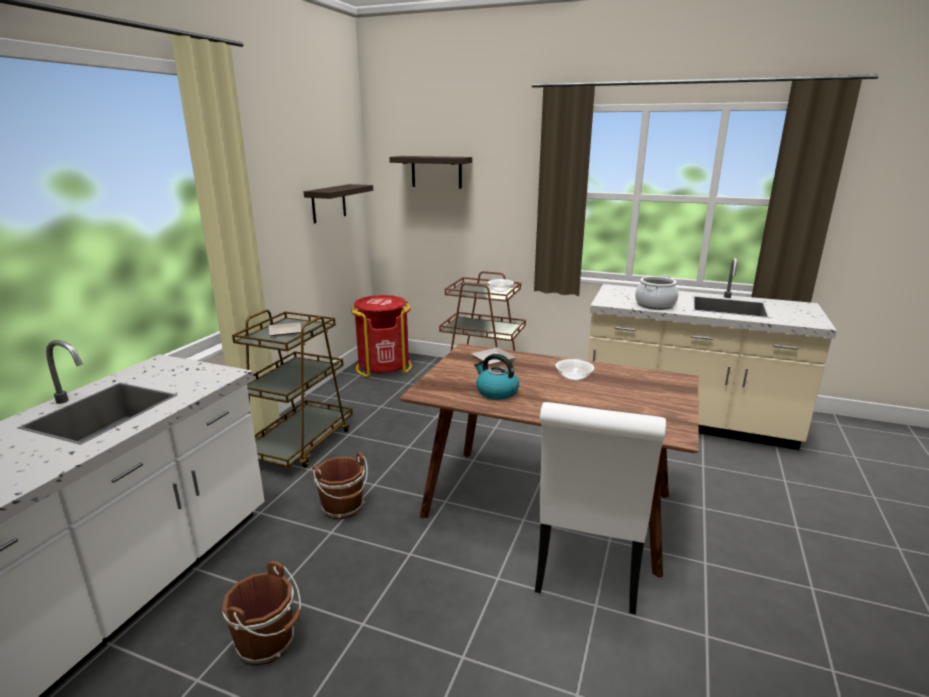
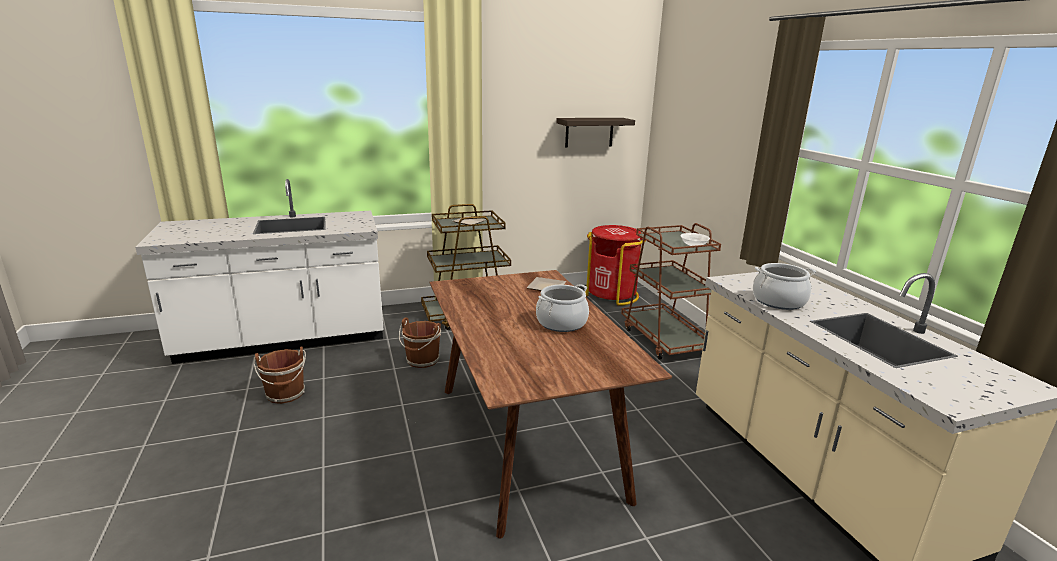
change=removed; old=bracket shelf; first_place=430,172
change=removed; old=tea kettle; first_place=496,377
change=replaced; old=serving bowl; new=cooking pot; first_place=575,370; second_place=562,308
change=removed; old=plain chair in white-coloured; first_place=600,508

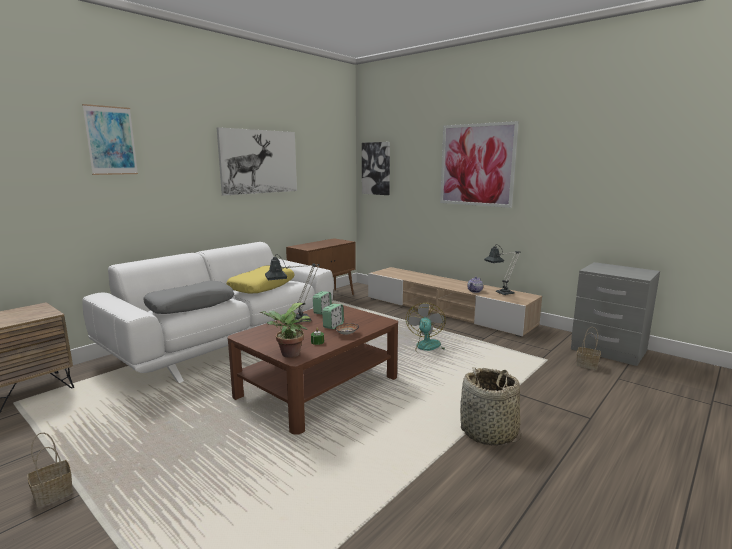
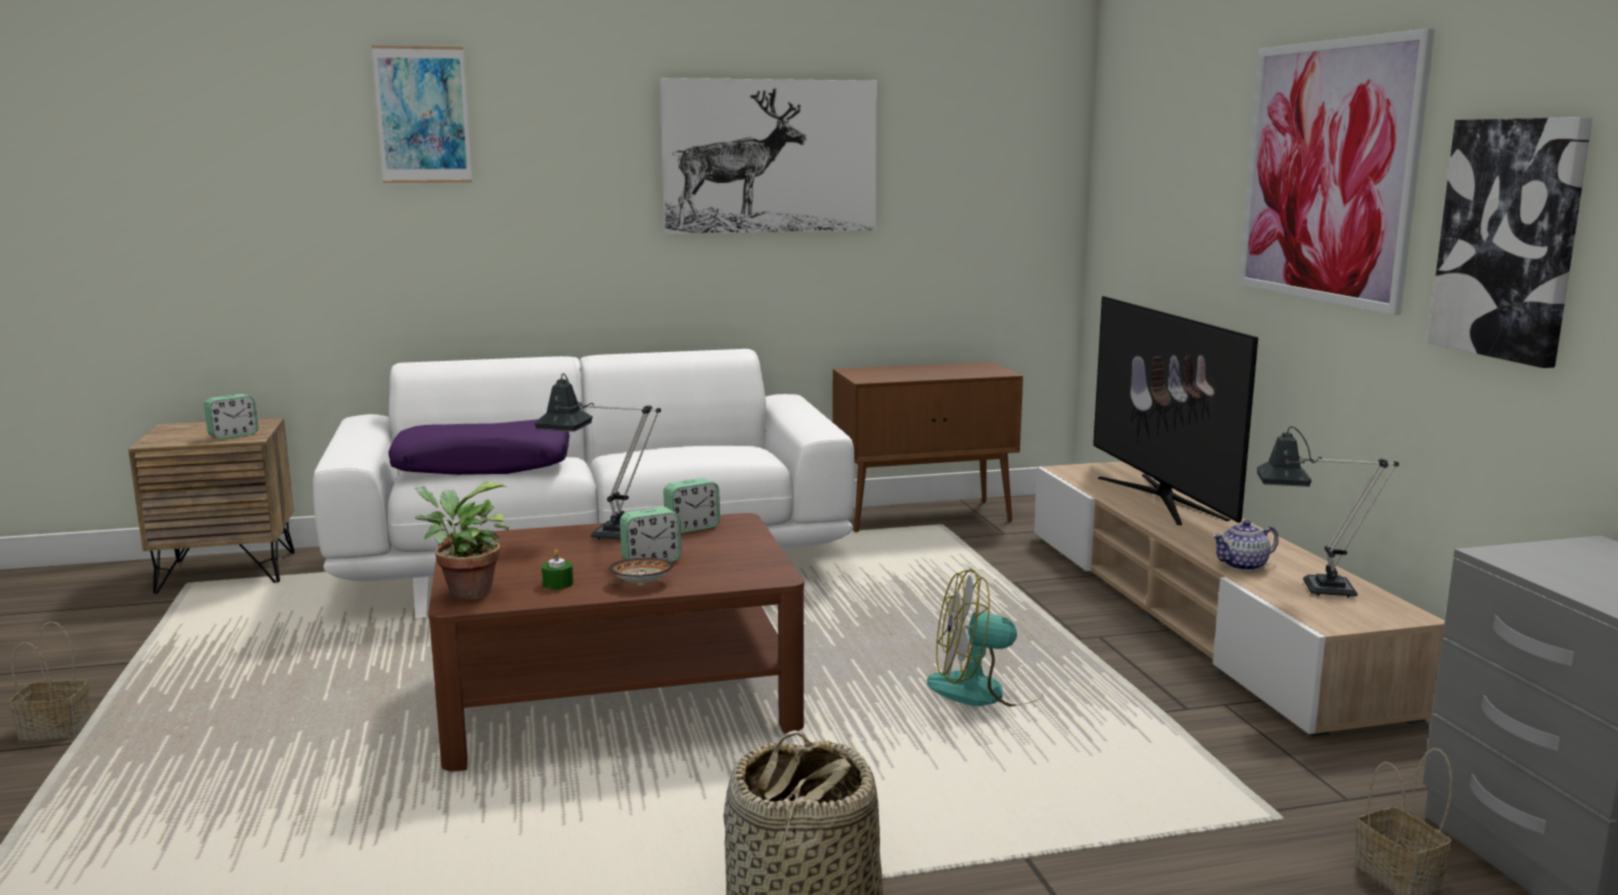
change=moved; old=picture; first_place=376,168; second_place=1510,242
change=removed; old=cushion in yellowish; first_place=260,280
change=recoloured; old=cushion in gray; new=cushion in purple; first_place=188,297; second_place=479,447
change=turned; old=cooling fan; first_place=425,327; second_place=984,638; degrees=-135
change=added; new=TV set; second_place=1175,410
change=added; new=bedside clock; second_place=231,416

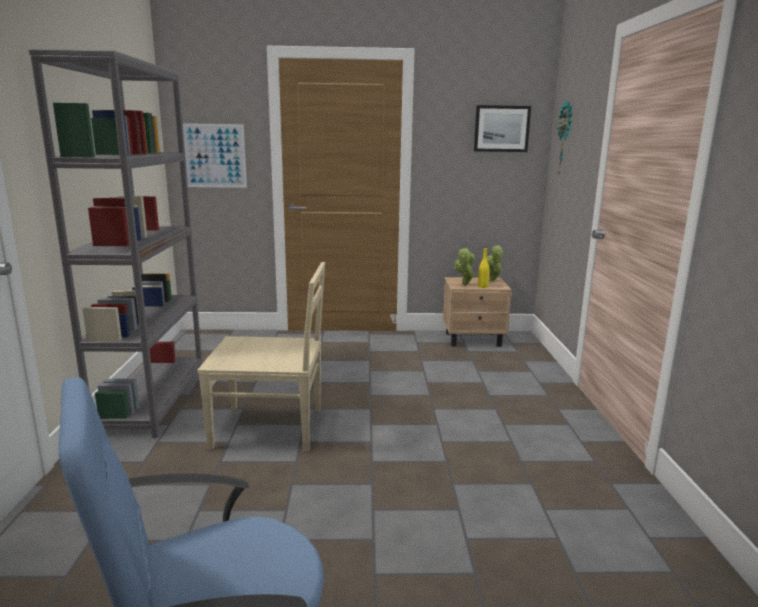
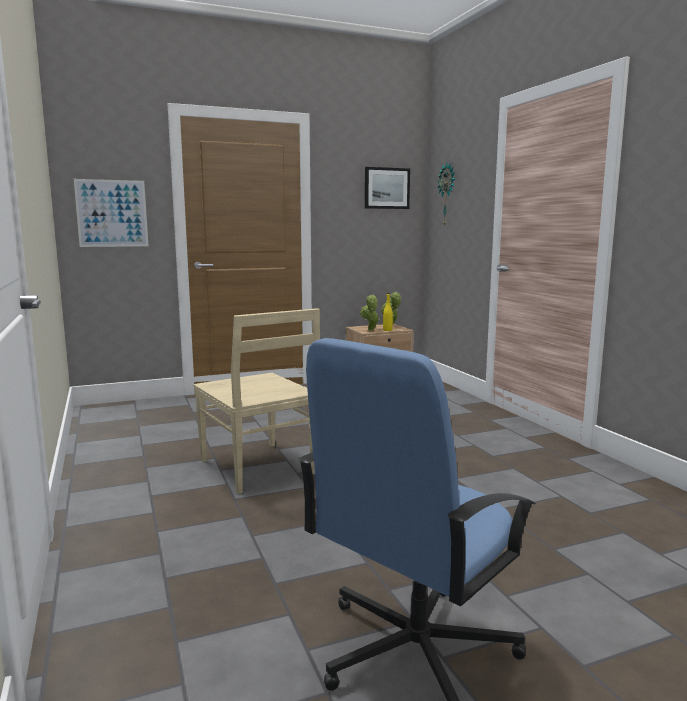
change=removed; old=bookcase in gray; first_place=115,243
change=turned; old=plain chair in beige-coloured; first_place=261,357; second_place=257,401; degrees=75

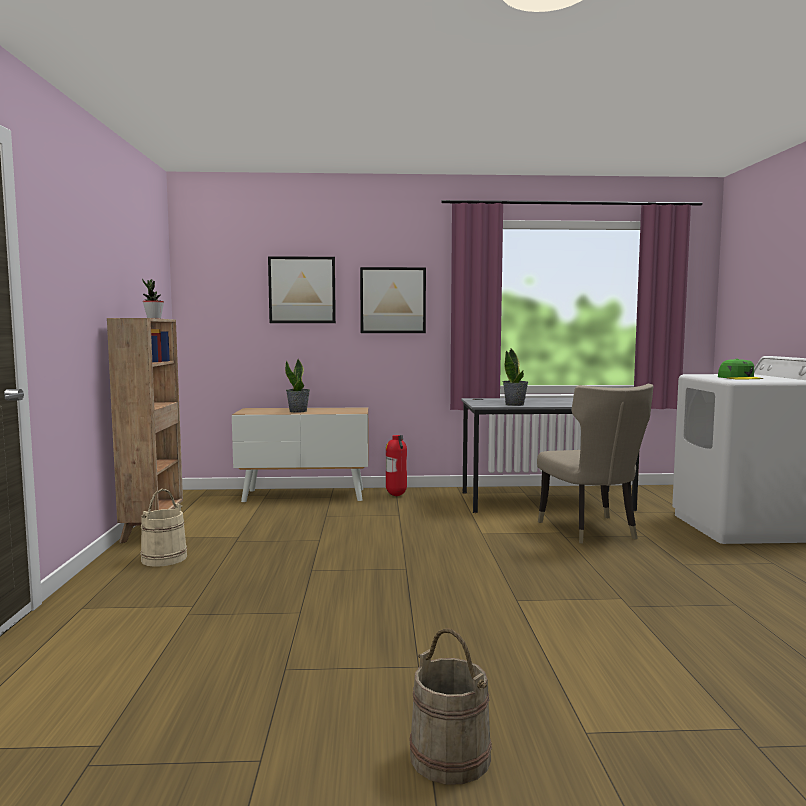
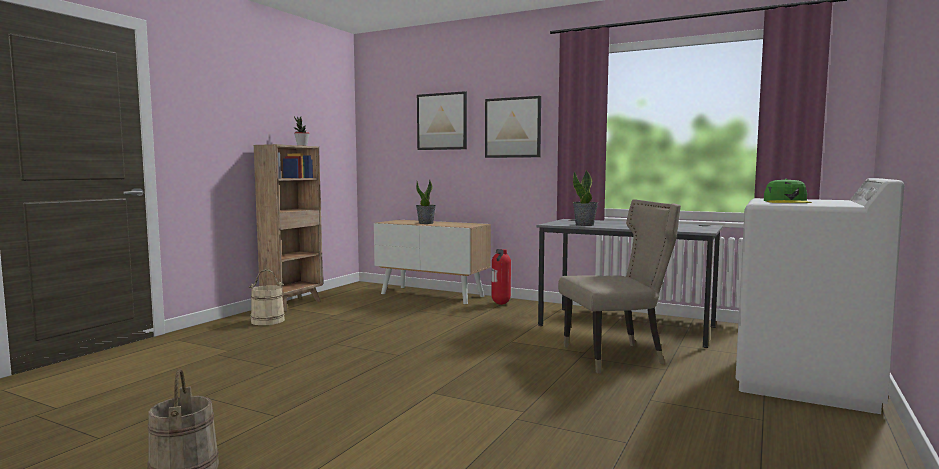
change=turned; old=plain chair in beige-coloured; first_place=595,464; second_place=619,286; degrees=-120

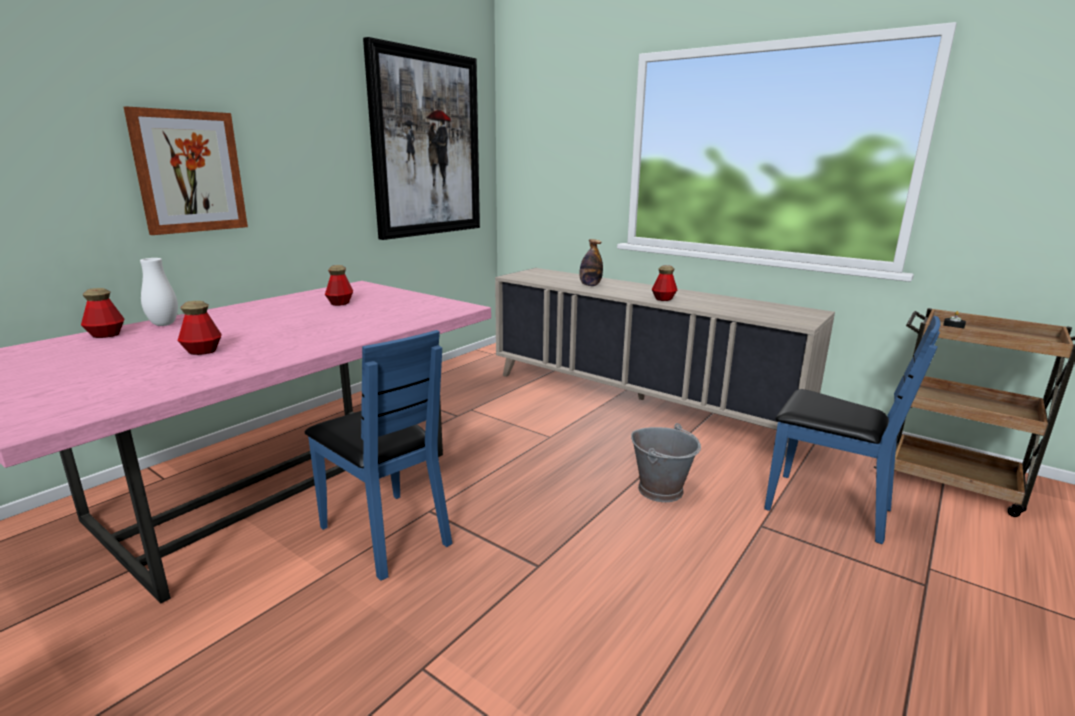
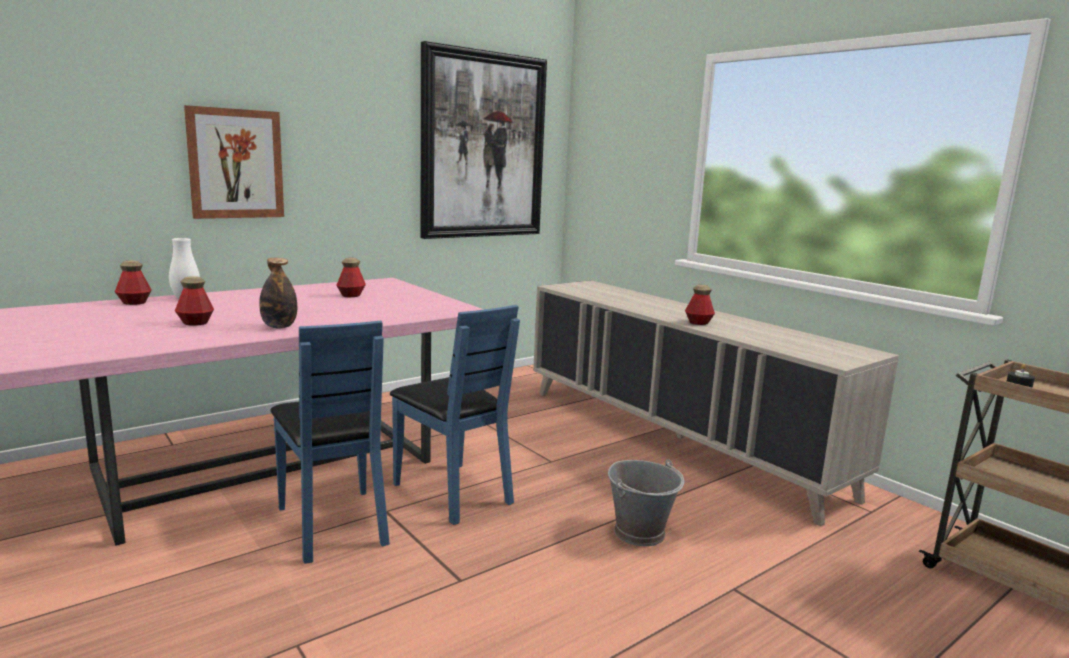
change=moved; old=drink bottle; first_place=591,262; second_place=278,293
change=moved; old=plain chair in bluish; first_place=852,429; second_place=455,415

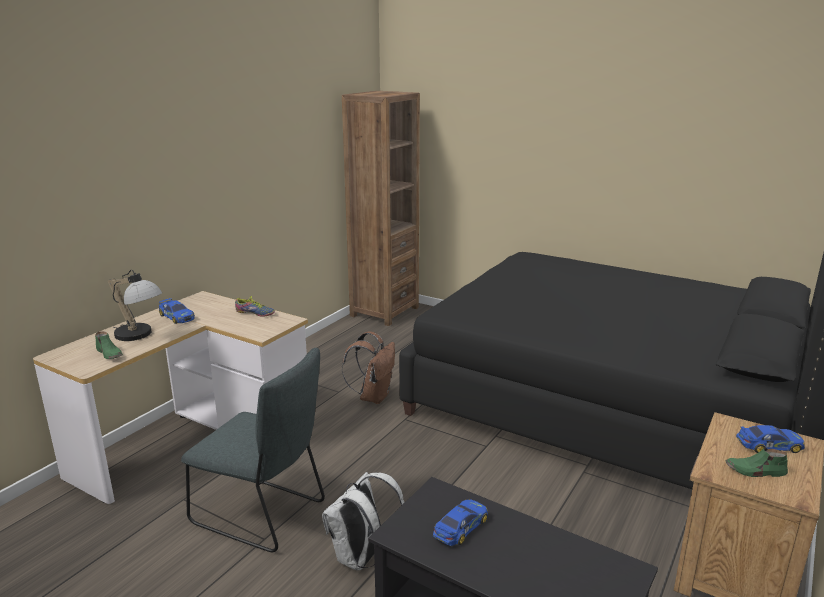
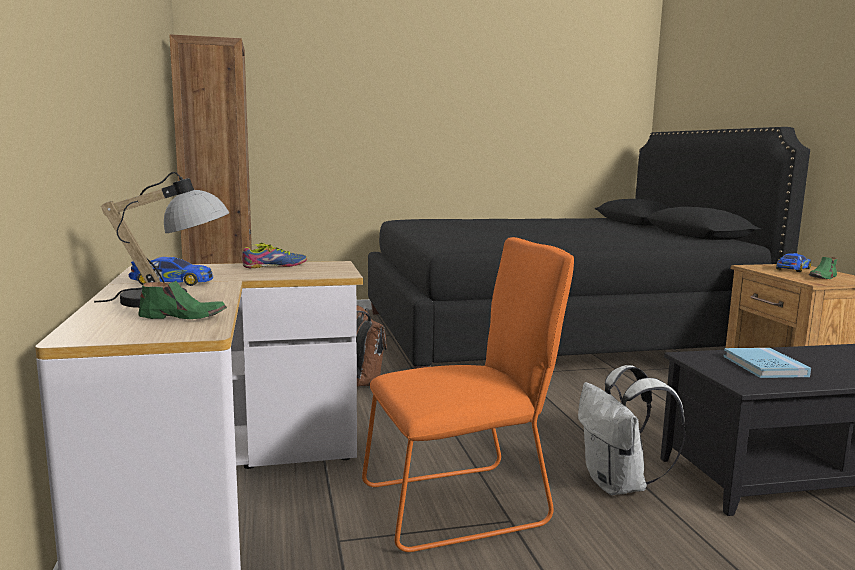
change=recoloured; old=plain chair in gray; new=plain chair in orangey; first_place=253,450; second_place=468,394
change=replaced; old=model car; new=book in bluish; first_place=460,522; second_place=767,363

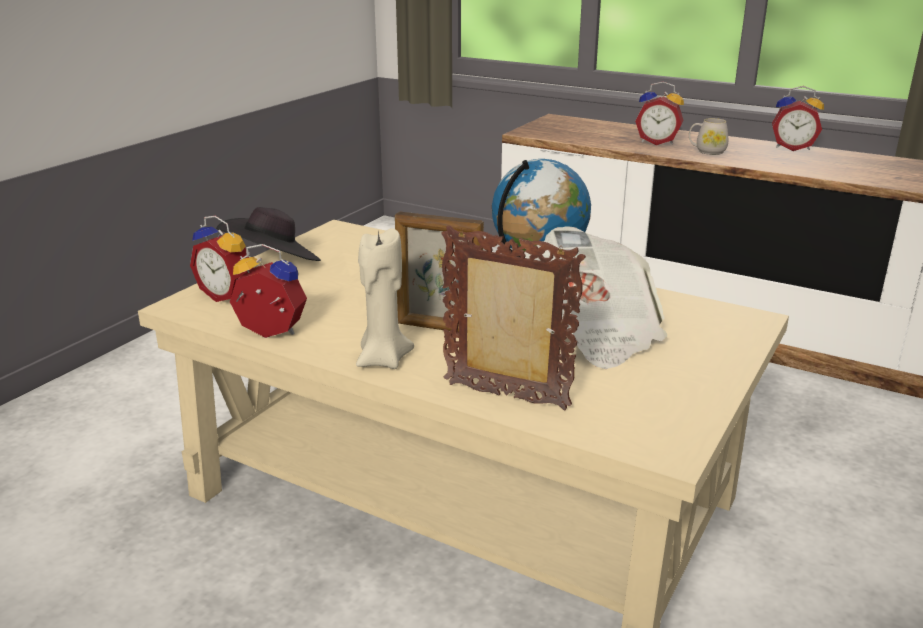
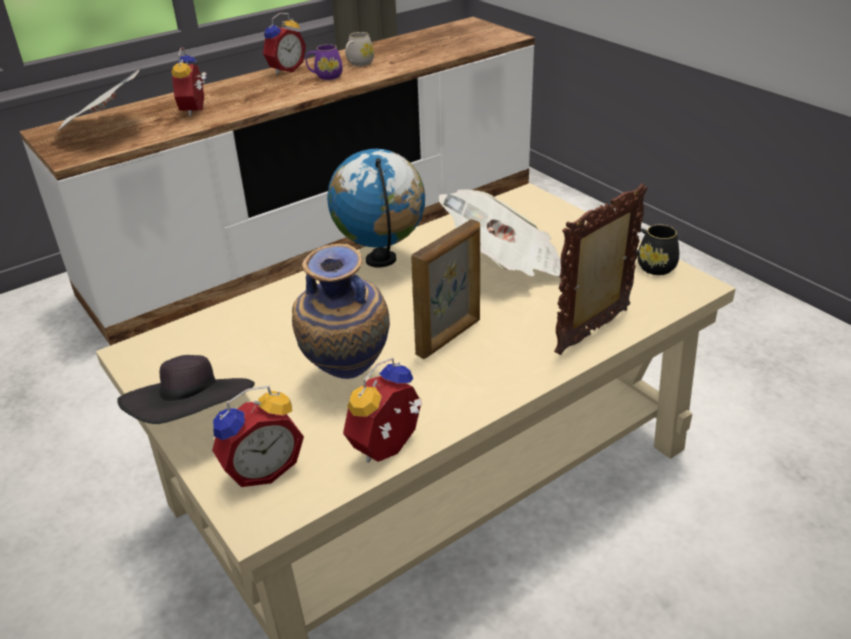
change=turned; old=bedside clock; first_place=659,113; second_place=189,82; degrees=135
change=moved; old=coffee mug in white-coloured; first_place=708,136; second_place=359,49
change=removed; old=wax light in beige-coloured; first_place=385,298
change=added; new=coffee mug in purple; second_place=324,62
change=added; new=daily paper; second_place=95,103
change=added; new=coffee mug in blackish; second_place=657,250
change=added; new=decorative vase; second_place=341,311

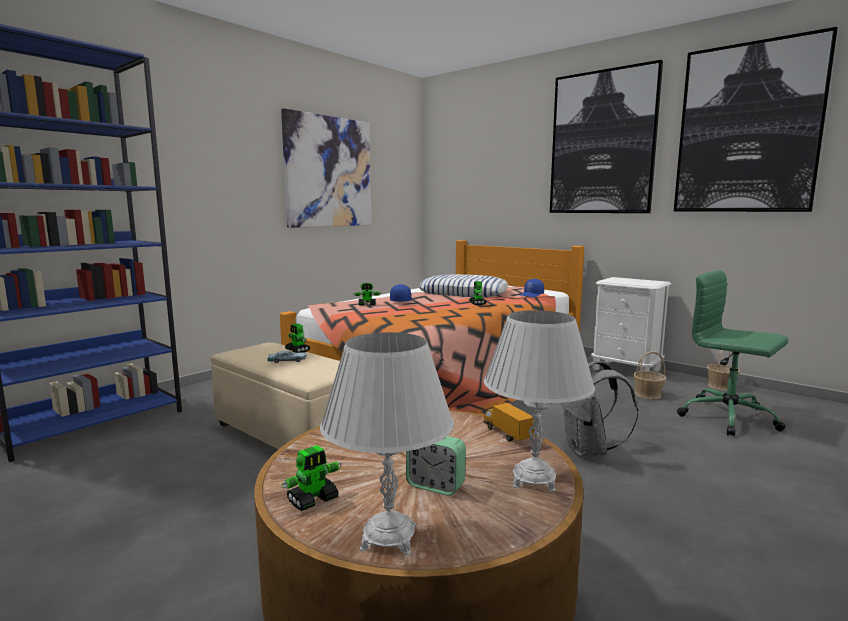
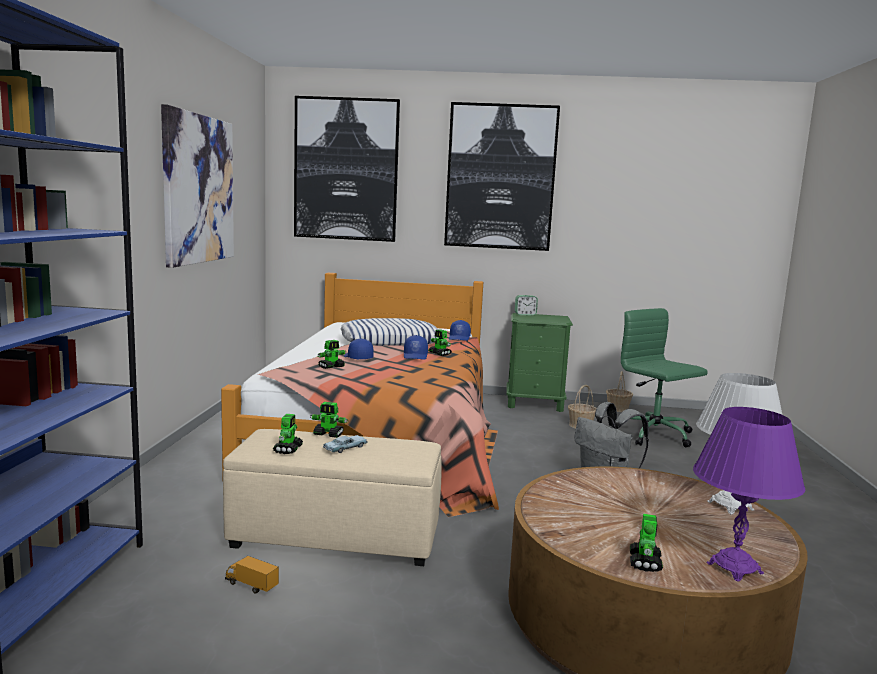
change=moved; old=picture; first_place=756,119; second_place=347,169
change=turned; old=desk chair in greenish; first_place=732,353; second_place=662,377; degrees=45
change=recoloured; old=nightstand in white-coloured; new=nightstand in greenish; first_place=631,324; second_place=539,362
change=recoloured; old=tabletop lamp in white-coloured; new=tabletop lamp in purple; first_place=387,443; second_place=749,494
change=moved; old=model truck; first_place=509,422; second_place=252,575
change=moved; old=bedside clock; first_place=436,466; second_place=526,305
change=added; new=cap in bluish; second_place=416,347
change=added; new=robot figure; second_place=288,434

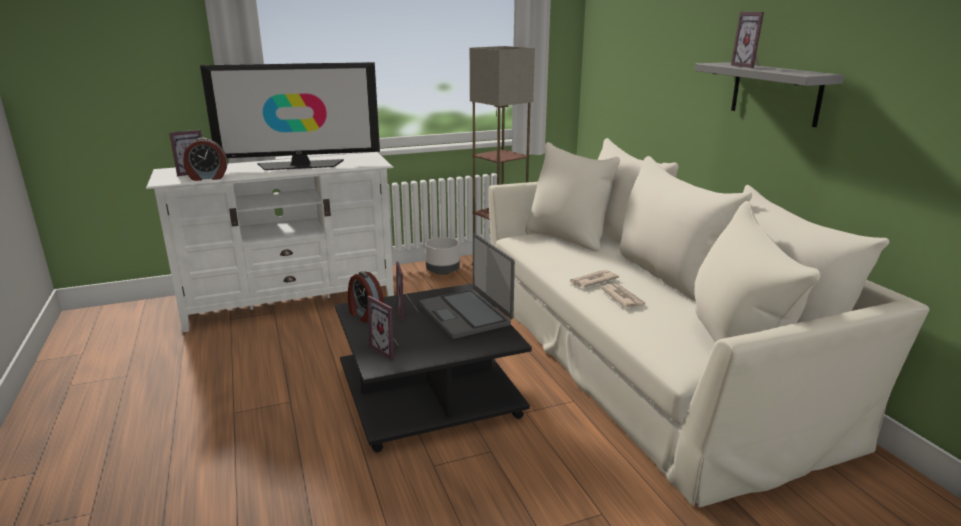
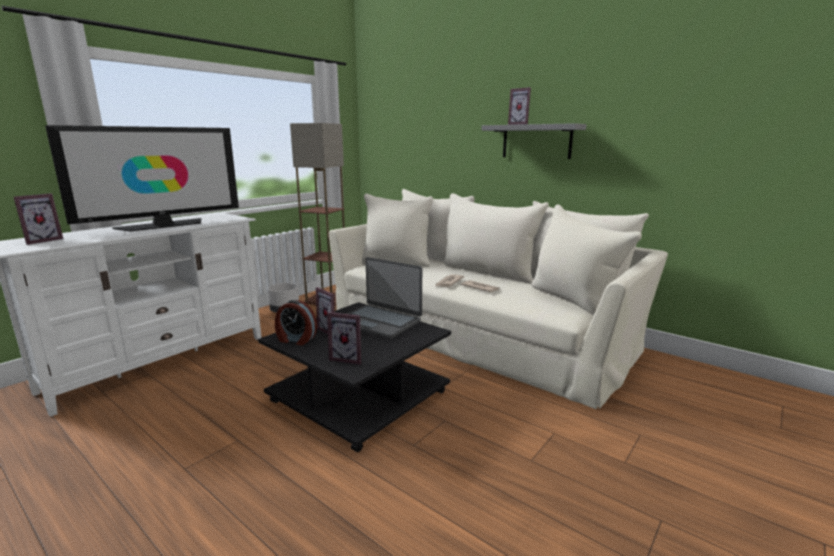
change=removed; old=bedside clock; first_place=205,159

